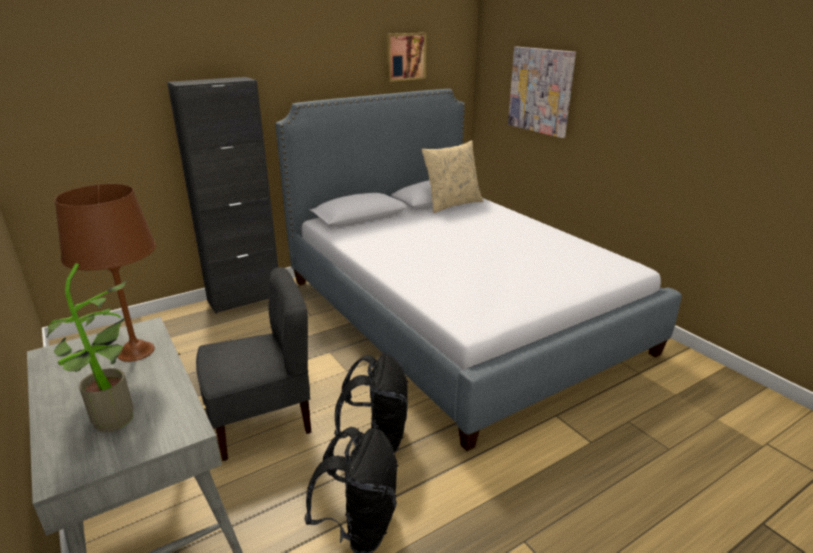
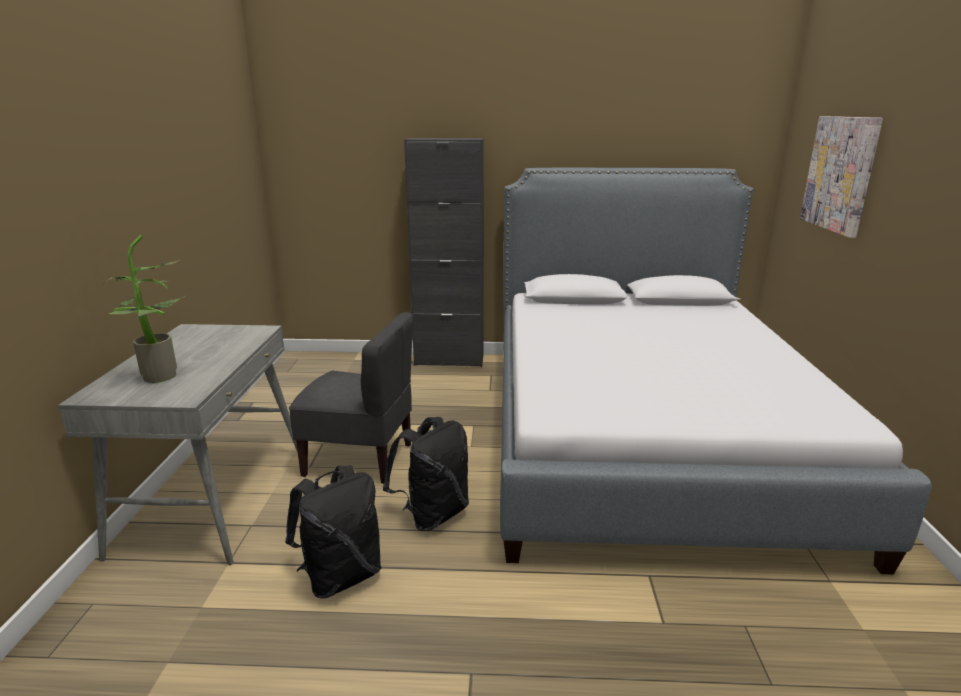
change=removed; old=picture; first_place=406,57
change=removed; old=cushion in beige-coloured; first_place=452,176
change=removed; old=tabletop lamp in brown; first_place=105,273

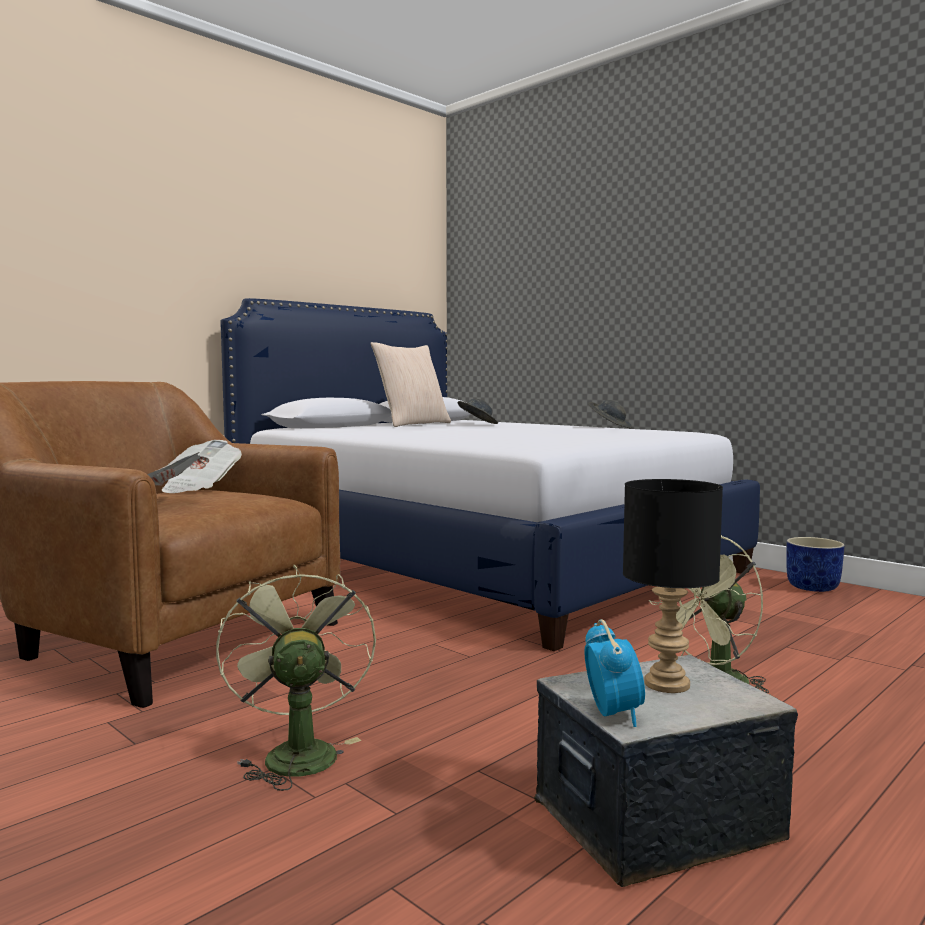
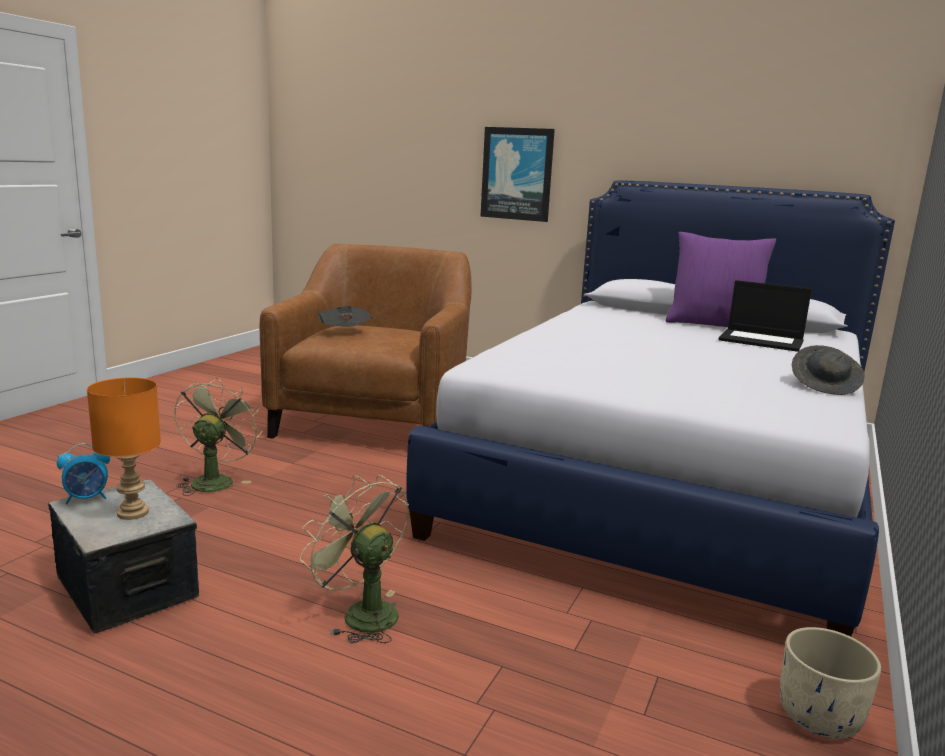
change=recoloured; old=cushion in beige-coloured; new=cushion in purple; first_place=411,384; second_place=721,279
change=replaced; old=clothing hat in gray; new=portable computer; first_place=478,411; second_place=765,316
change=removed; old=daily paper; first_place=202,466
change=recoloured; old=tabletop lamp in blackish; new=tabletop lamp in orangey; first_place=673,586; second_place=124,448
change=recoloured; old=plant pot in bluish; new=plant pot in beige-coloured; first_place=815,564; second_place=830,682
change=turned; old=cooling fan in greenish; first_place=296,677; second_place=218,436; degrees=-45
change=added; new=picture; second_place=517,174

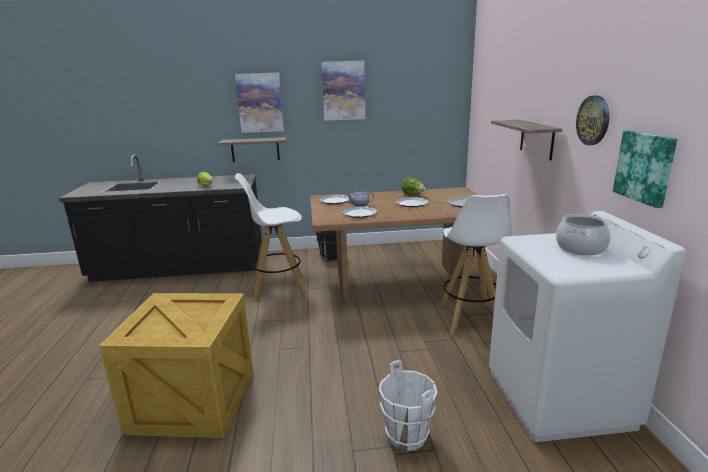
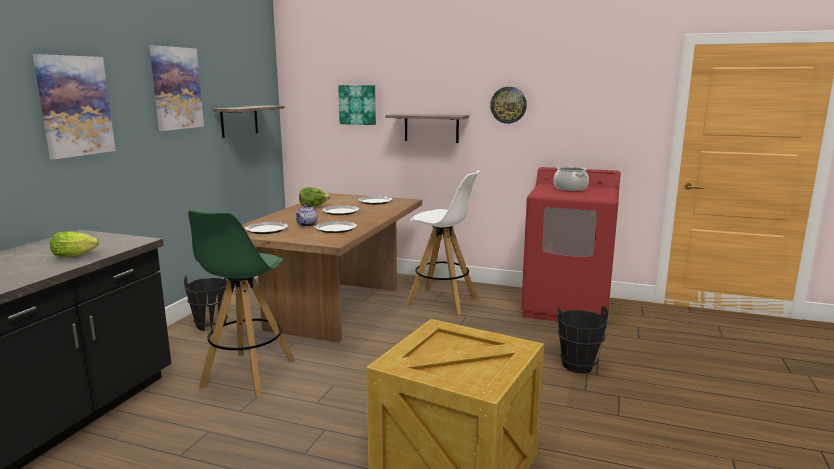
change=moved; old=picture; first_place=645,169; second_place=357,105
change=moved; old=bracket shelf; first_place=252,149; second_place=249,121
change=recoloured; old=stool in white-coloured; new=stool in greenish; first_place=270,237; second_place=241,303
change=recoloured; old=laundry appliance in white-coloured; new=laundry appliance in red-coloured; first_place=587,326; second_place=571,244
change=recoloured; old=water bucket in white-coloured; new=water bucket in blackish; first_place=408,405; second_place=582,339

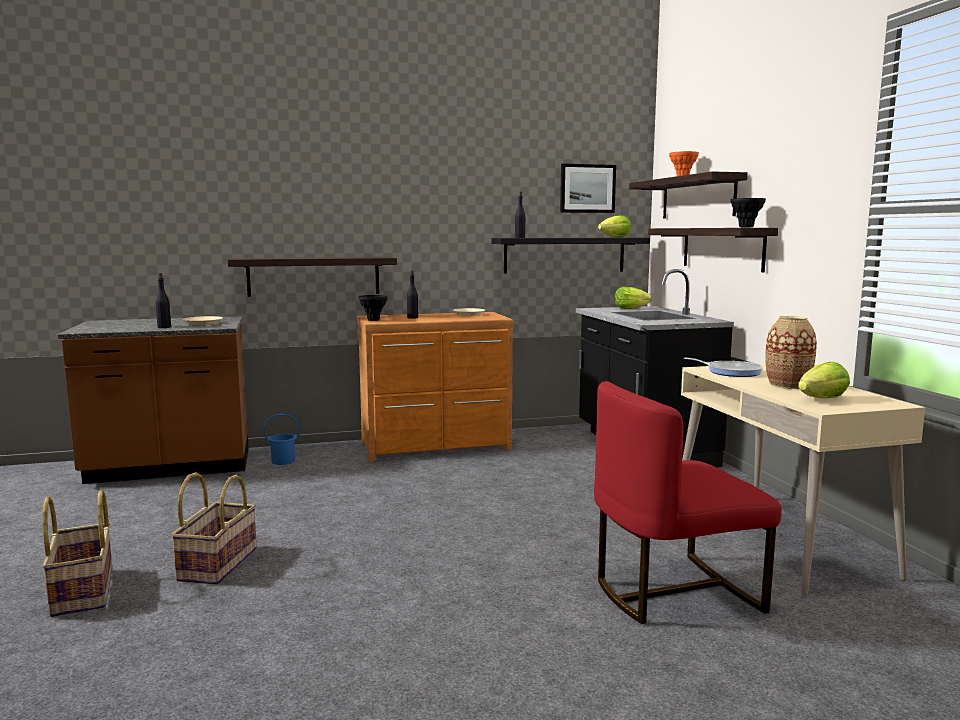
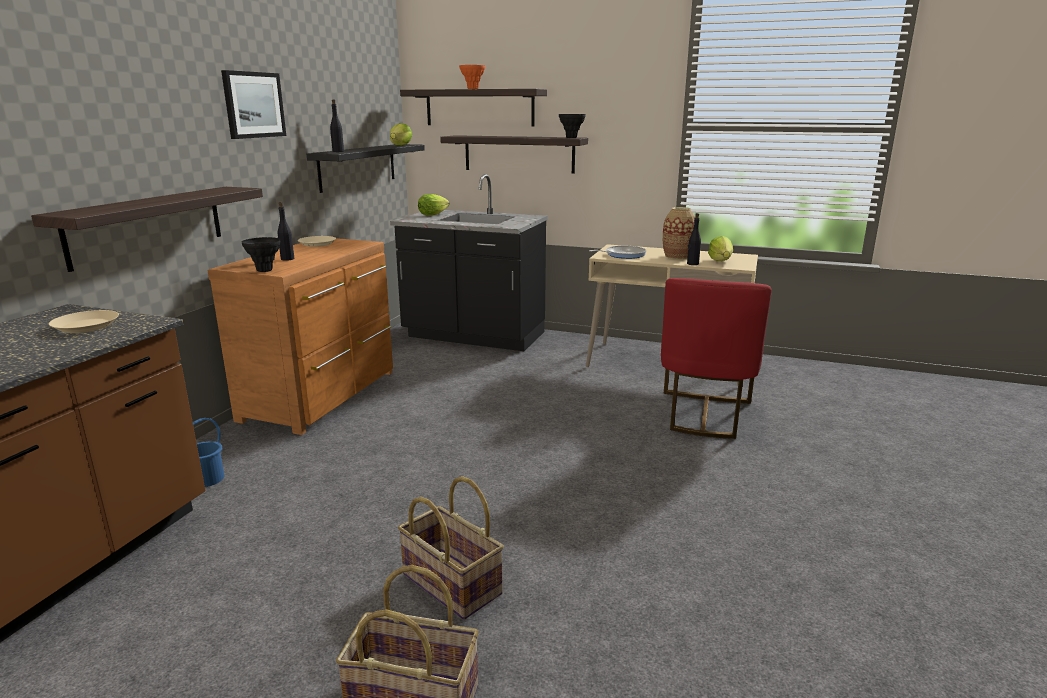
change=moved; old=picture; first_place=588,188; second_place=253,104
change=moved; old=drink bottle in blackish; first_place=163,300; second_place=694,239

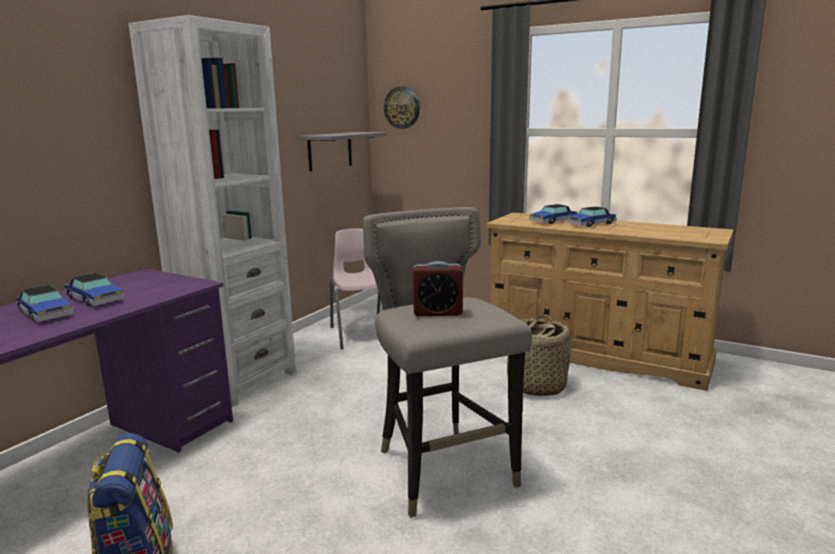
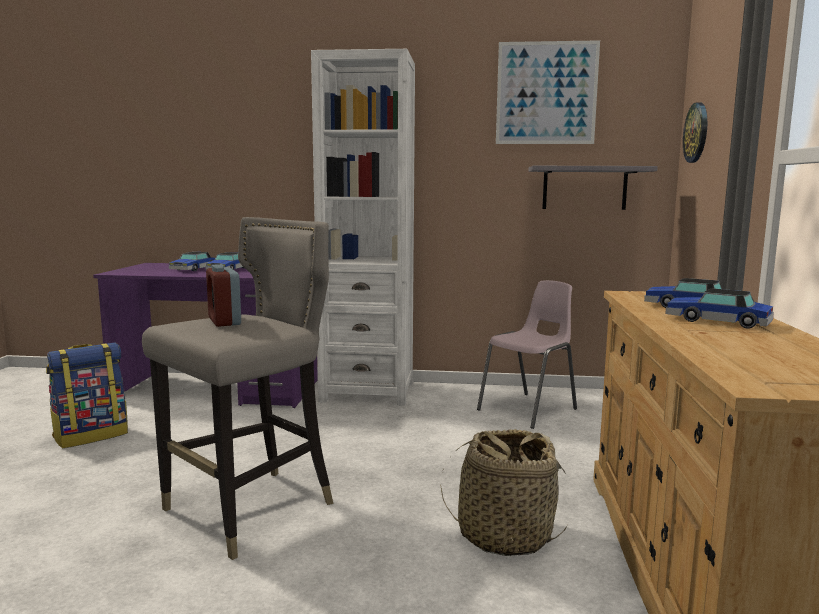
change=added; new=picture; second_place=548,92

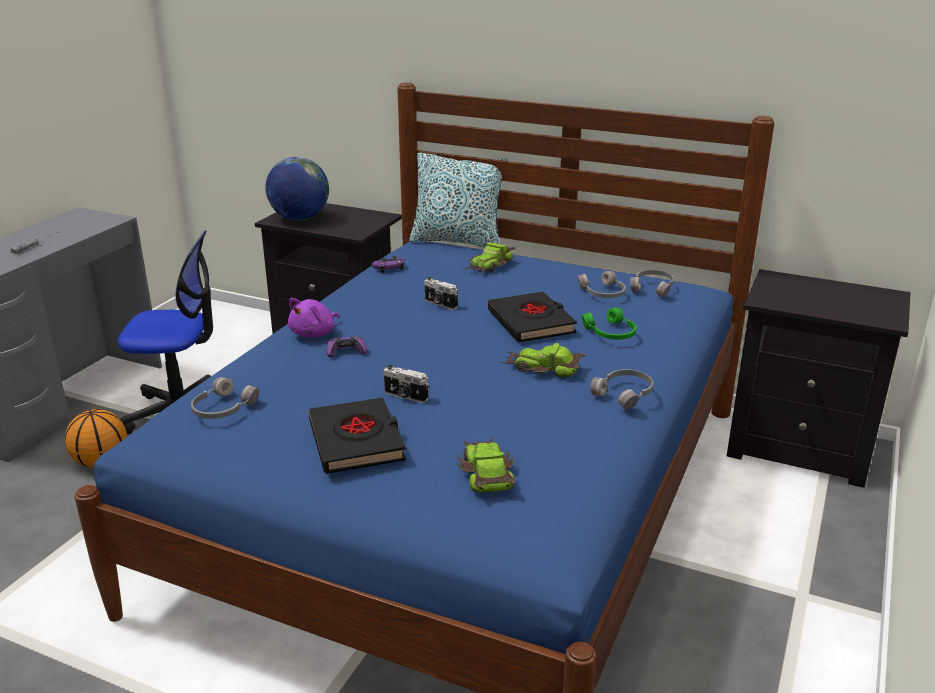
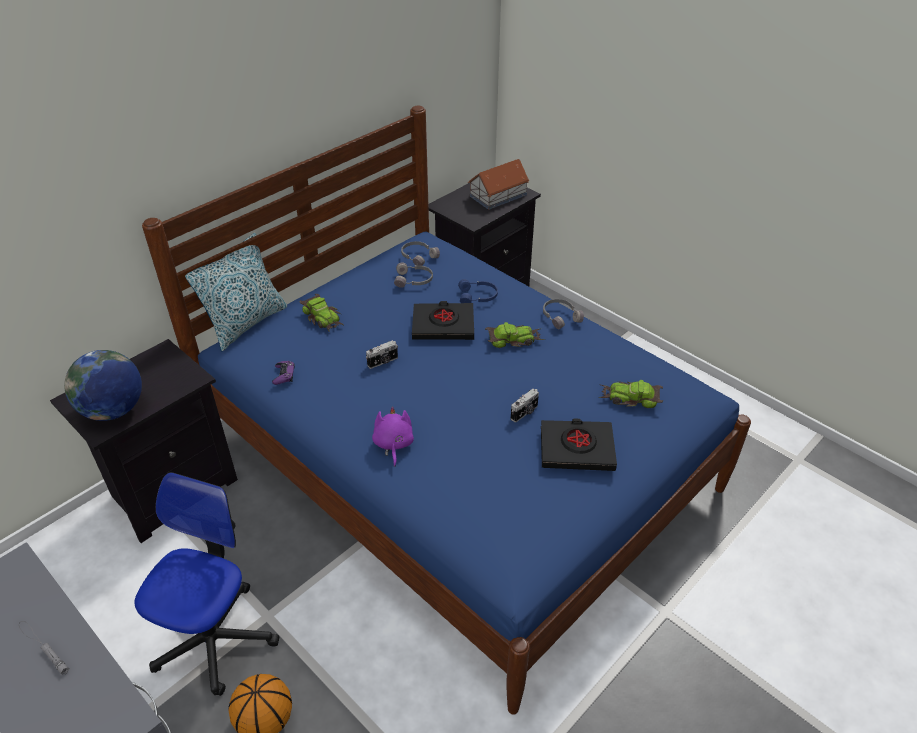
change=turned; old=soft toy in purple; first_place=313,318; second_place=393,436; degrees=-150
change=recoloured; old=headphones in greenish; new=headphones in bluish; first_place=609,324; second_place=478,291
change=removed; old=gamepad in purple; first_place=347,347
change=turned; old=model car; first_place=543,360; second_place=515,335; degrees=-135
change=removed; old=headphones in gray; first_place=225,398
change=added; new=miniature house; second_place=499,184

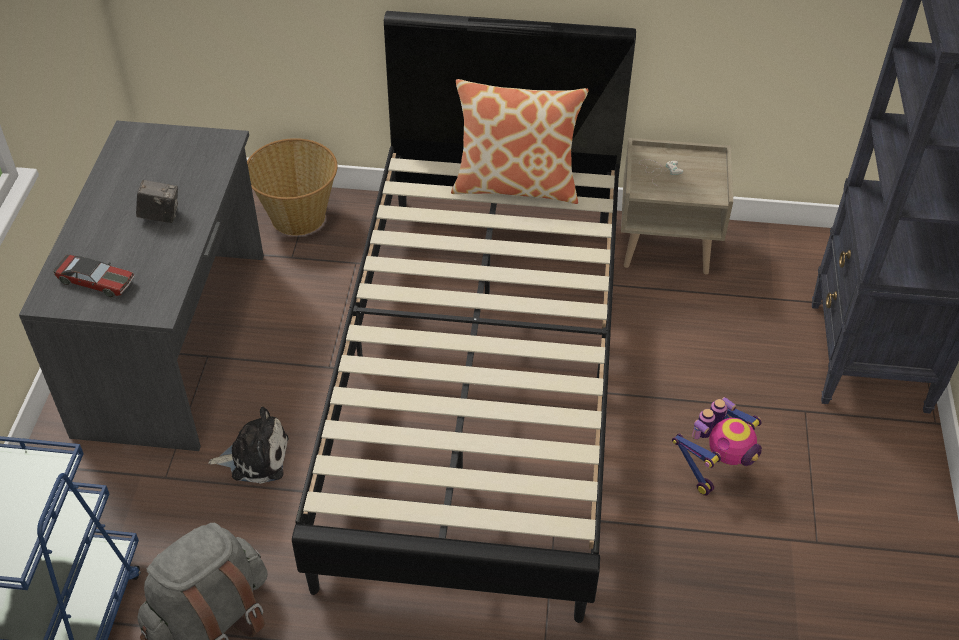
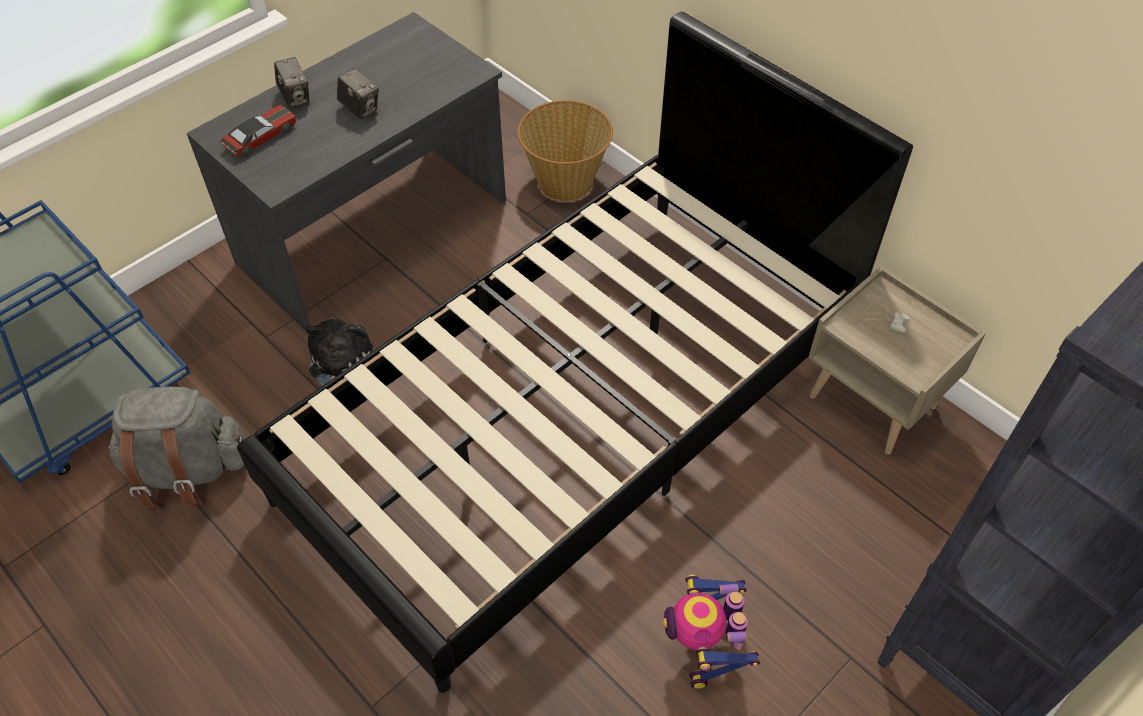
change=removed; old=cushion; first_place=520,141
change=turned; old=model car; first_place=94,276; second_place=258,131; degrees=-105
change=turned; old=robot figure; first_place=717,446; second_place=711,631; degrees=90
change=turned; old=soft toy; first_place=248,445; second_place=339,352; degrees=-120
change=added; new=still camera; second_place=291,82

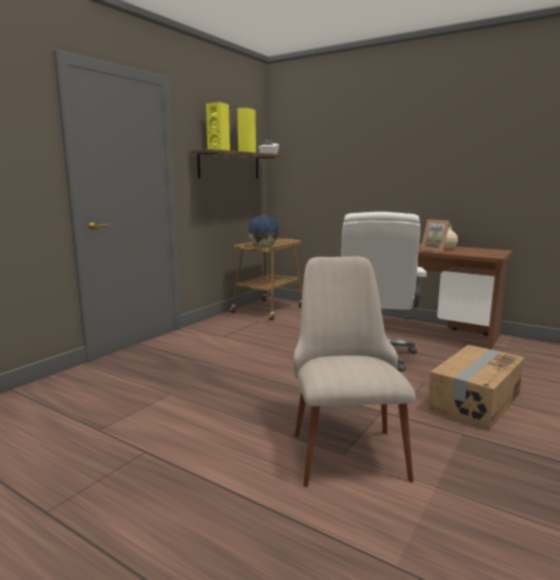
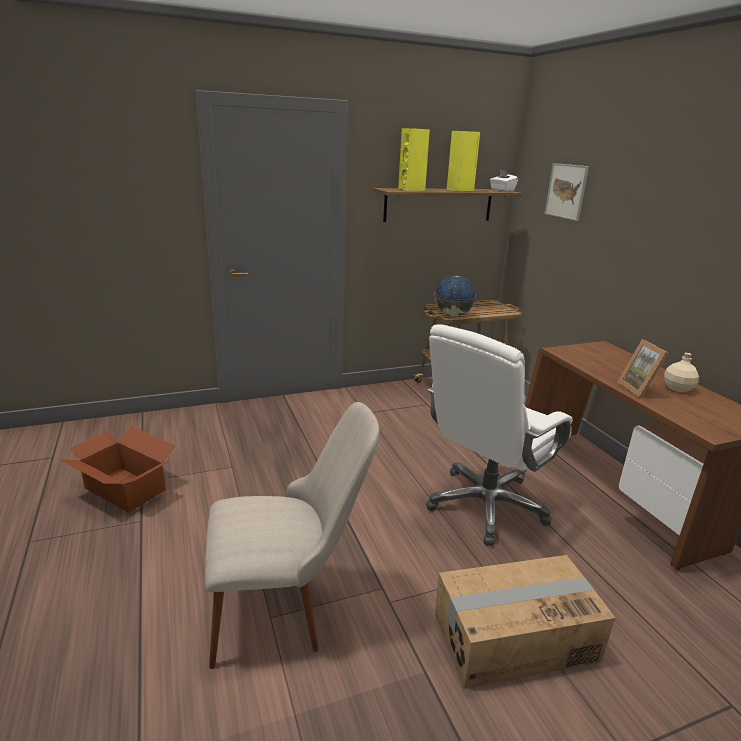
change=turned; old=plain chair in beige-coloured; first_place=354,371; second_place=292,535; degrees=45
change=added; new=picture; second_place=567,192
change=added; new=carton; second_place=117,469

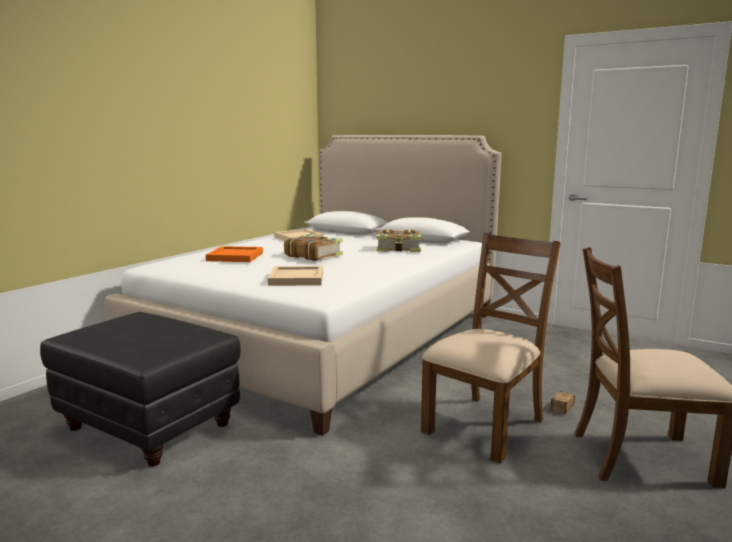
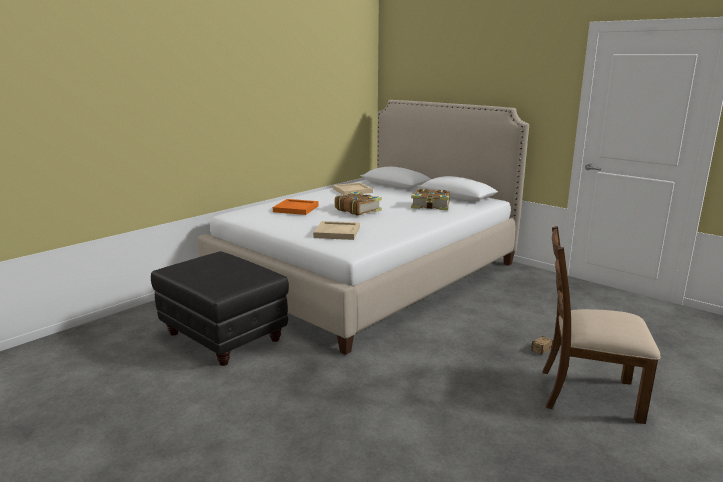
change=removed; old=plain chair in brown; first_place=491,347

